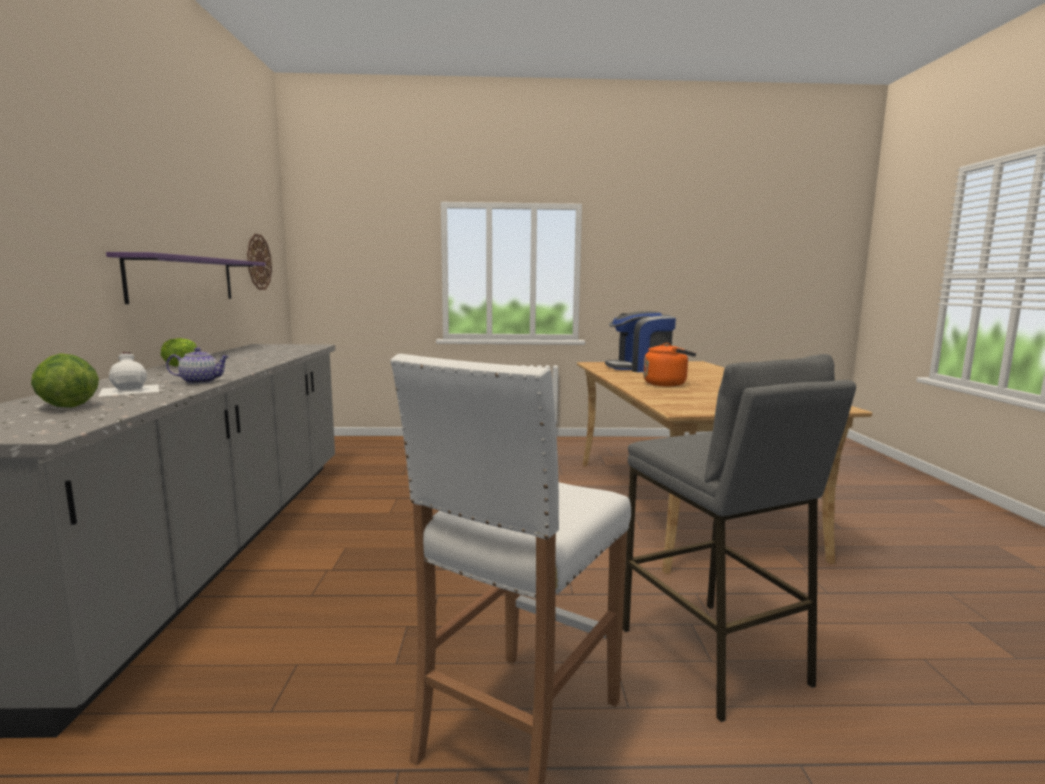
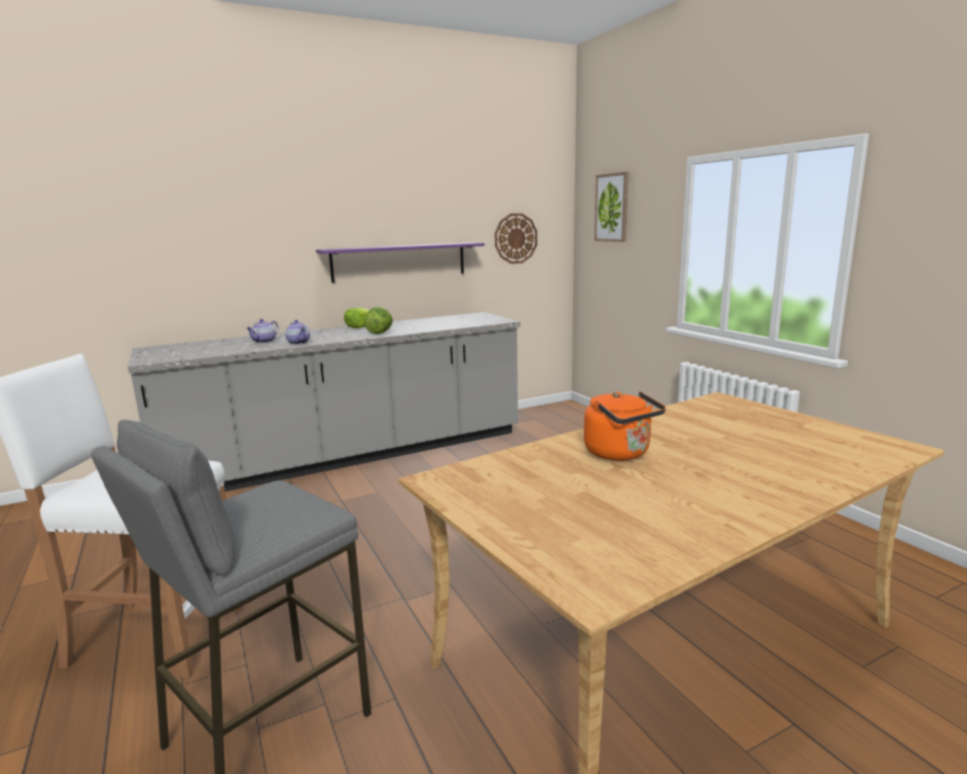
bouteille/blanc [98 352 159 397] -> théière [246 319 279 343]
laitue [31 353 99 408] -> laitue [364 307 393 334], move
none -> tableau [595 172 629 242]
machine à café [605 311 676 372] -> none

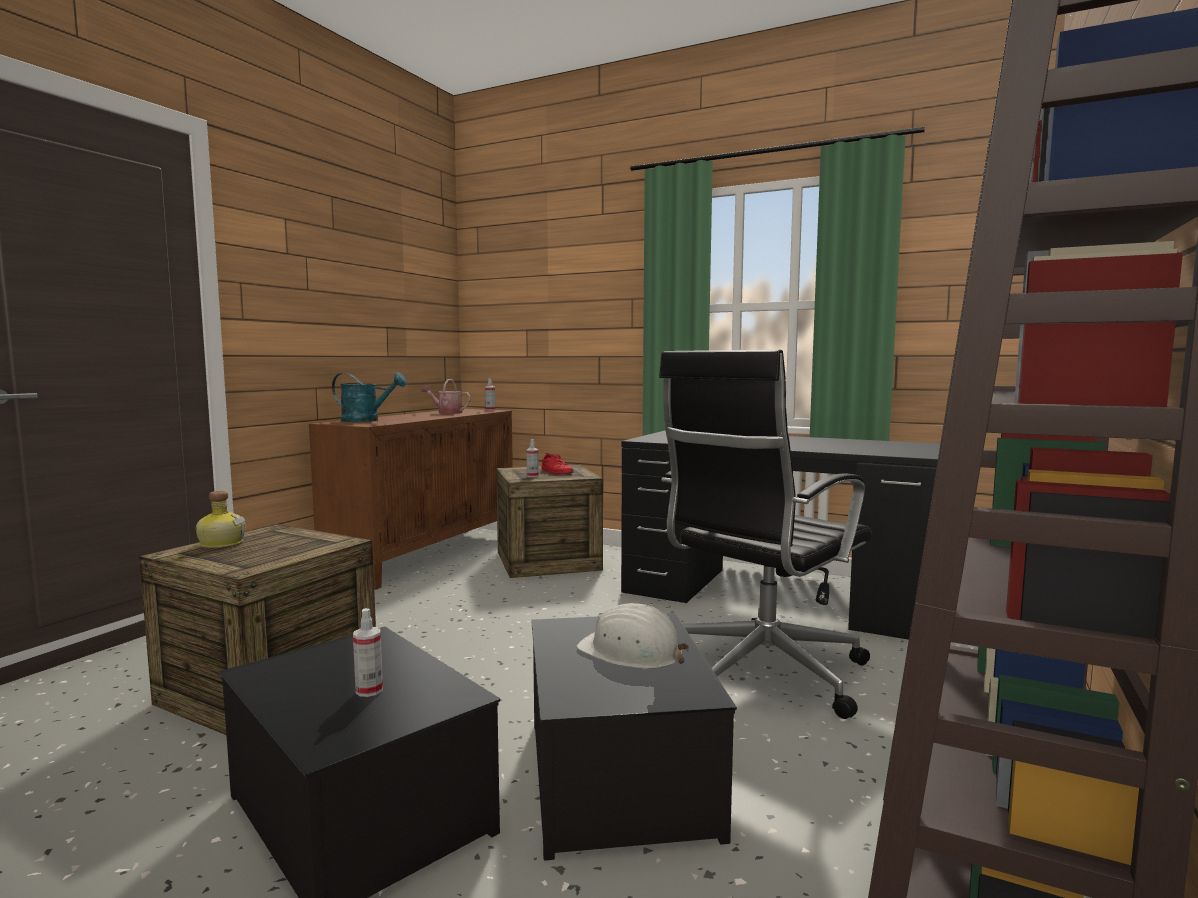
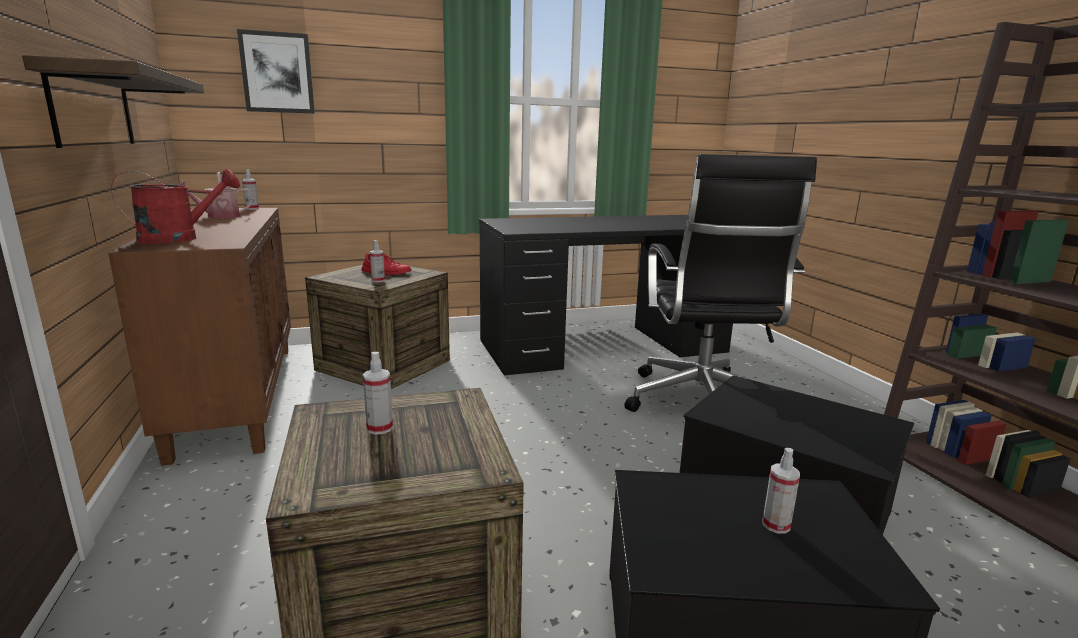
none -> étagère [22 55 204 148]
arrosoir/turquoise [332 372 407 422] -> arrosoir/rouge [111 169 240 244]
none -> tableau [237 29 315 114]
none -> vaporisateur [363 352 393 435]
bouteille [196 491 246 548] -> none
casque de chantier/blanc [576 603 689 669] -> none

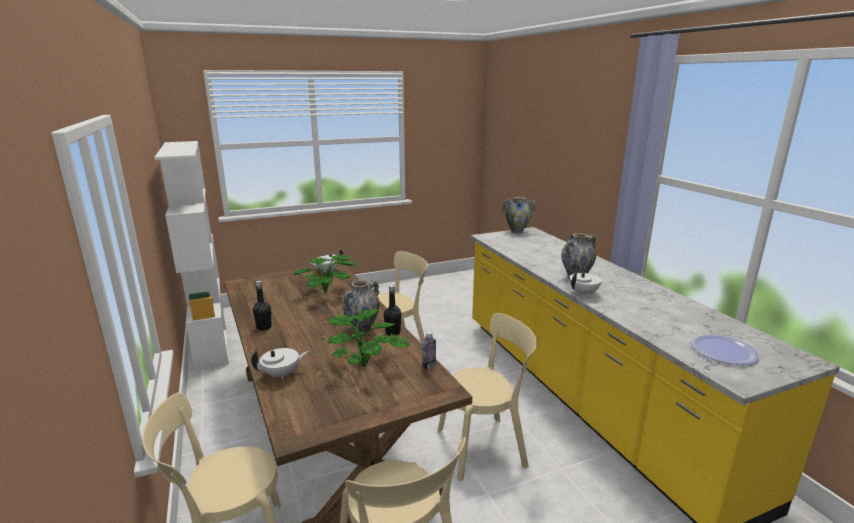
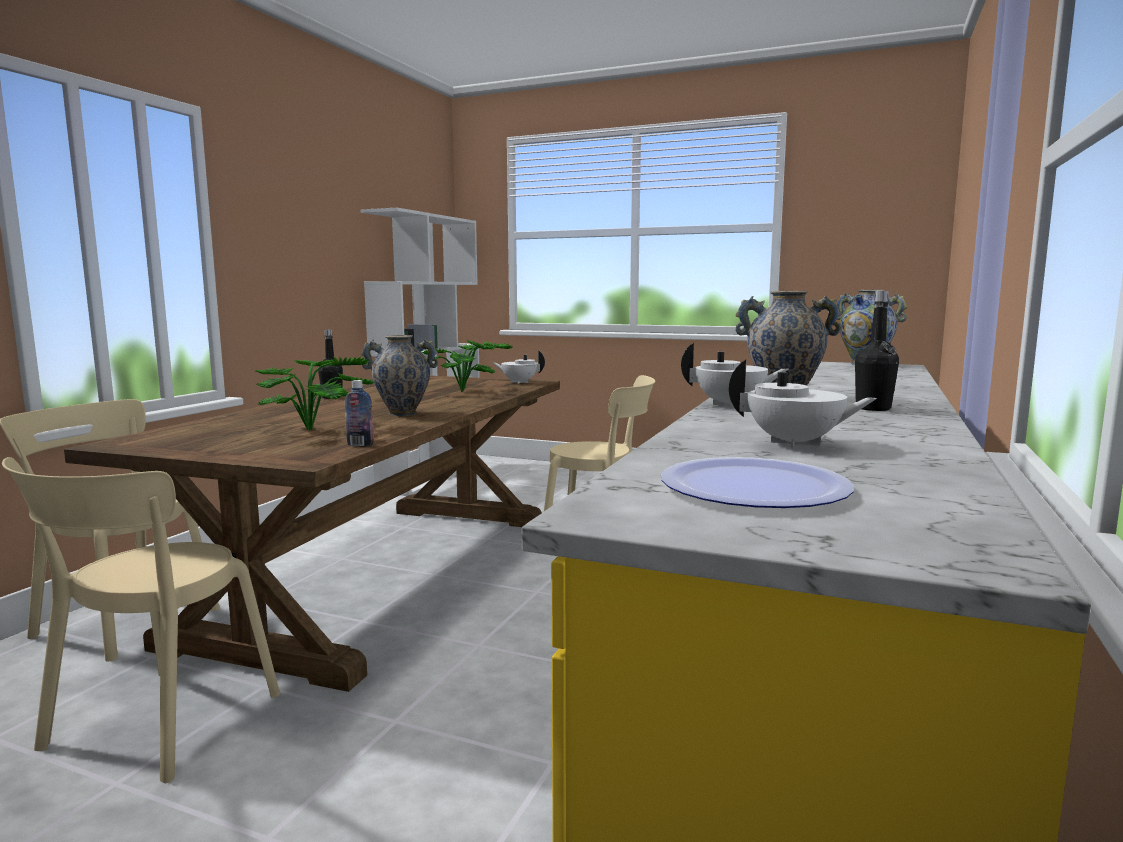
théière/blanc [251 348 309 380] -> théière/blanc [729 360 877 449], move
bouteille/noir [384 285 402 336] -> bouteille/noir [855 291 899 411], move
chaise/beige [438 313 537 481] -> none

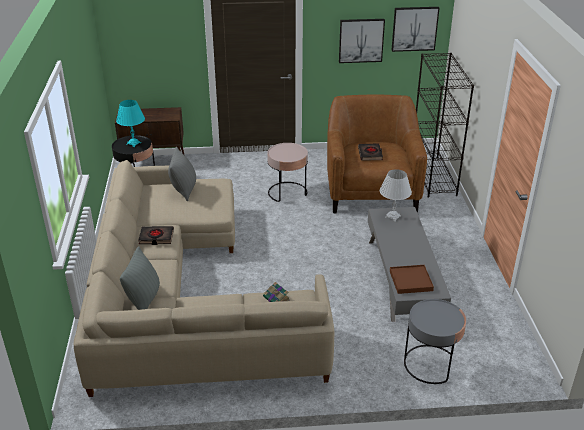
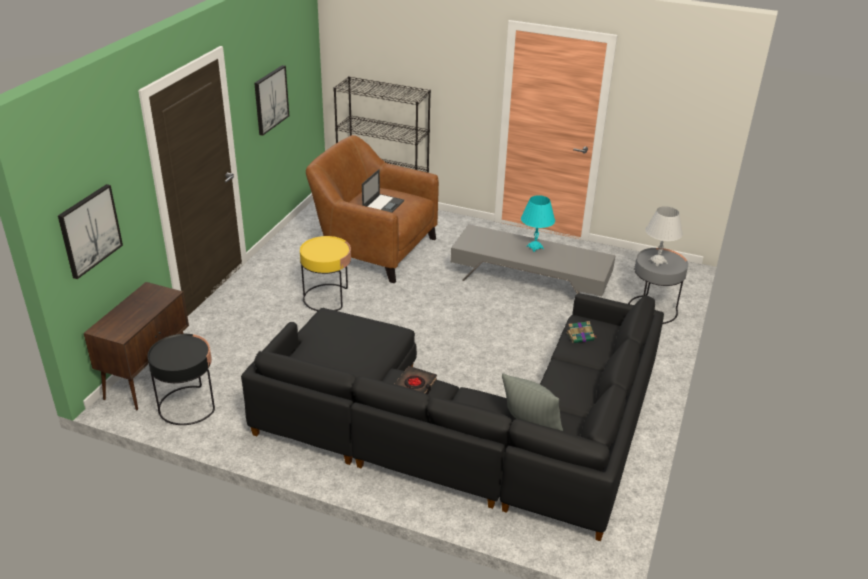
tableau [391 7 440 52] -> tableau [58 184 123 279], move
canapé/beige [74 160 335 397] -> canapé/noir [241 293 664 541]
table d'appoint/rose [267 143 308 202] -> table d'appoint/jaune [300 236 351 311]
livre/noir [358 144 383 161] -> ordinateur portable [362 169 404 213]
lampe de table/turquoise [116 100 145 147] -> lampe de table/turquoise [521 195 555 252], move
lampe de table/blanc [380 169 412 221] -> lampe de table/blanc [645 206 683 266], move
coussin/gris [168 147 196 201] -> none
plateau/marron [390 265 434 294] -> none

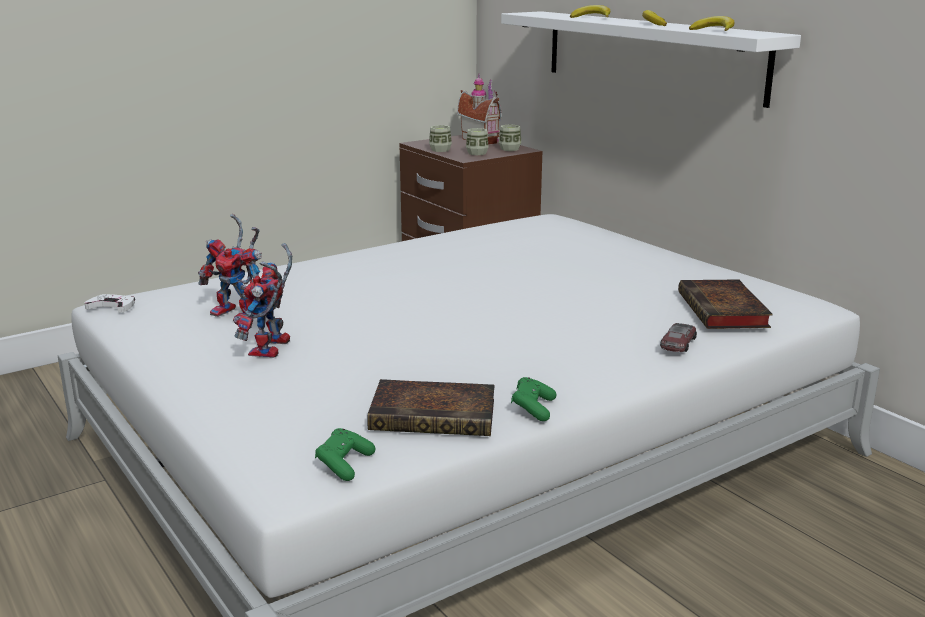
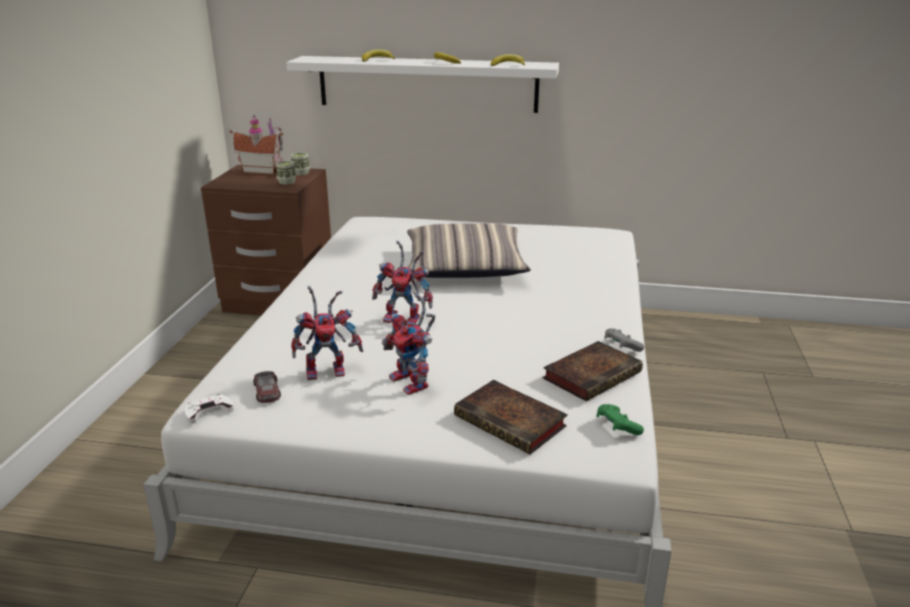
petite voiture [660 323 697 352] -> petite voiture [253 371 281 403], move
none -> robot jouet [372 241 433 326]
none -> coussin [407 223 531 278]
livre [678 279 773 329] -> livre [454 380 568 454], move
manette/vert [511 377 556 421] -> manette/gris [605 328 644 352]
tasse [429 125 452 152] -> none

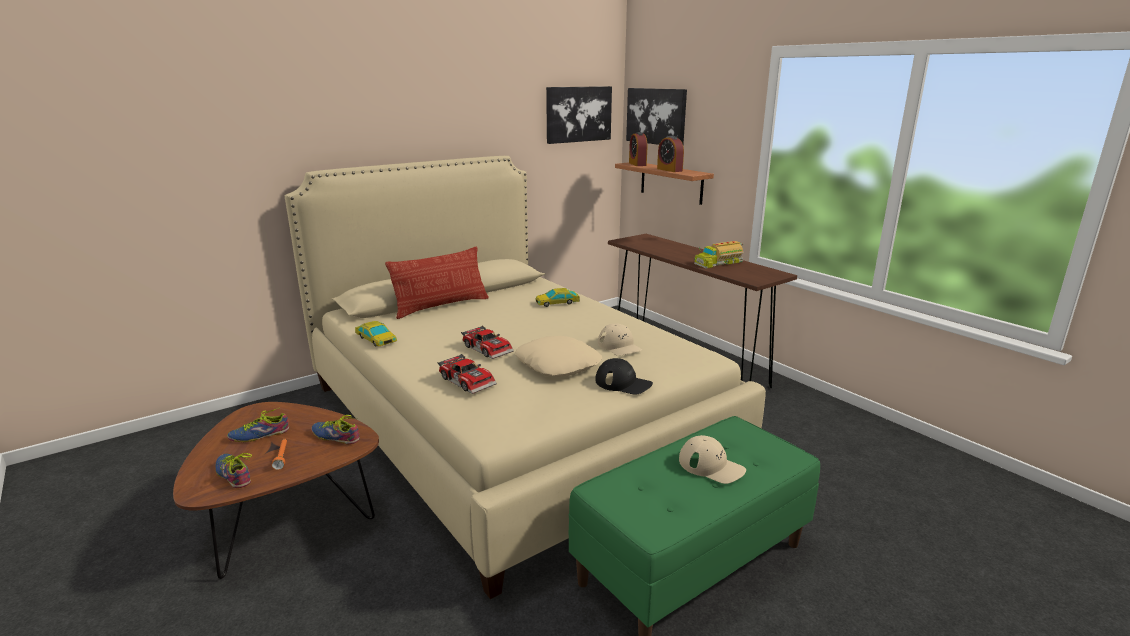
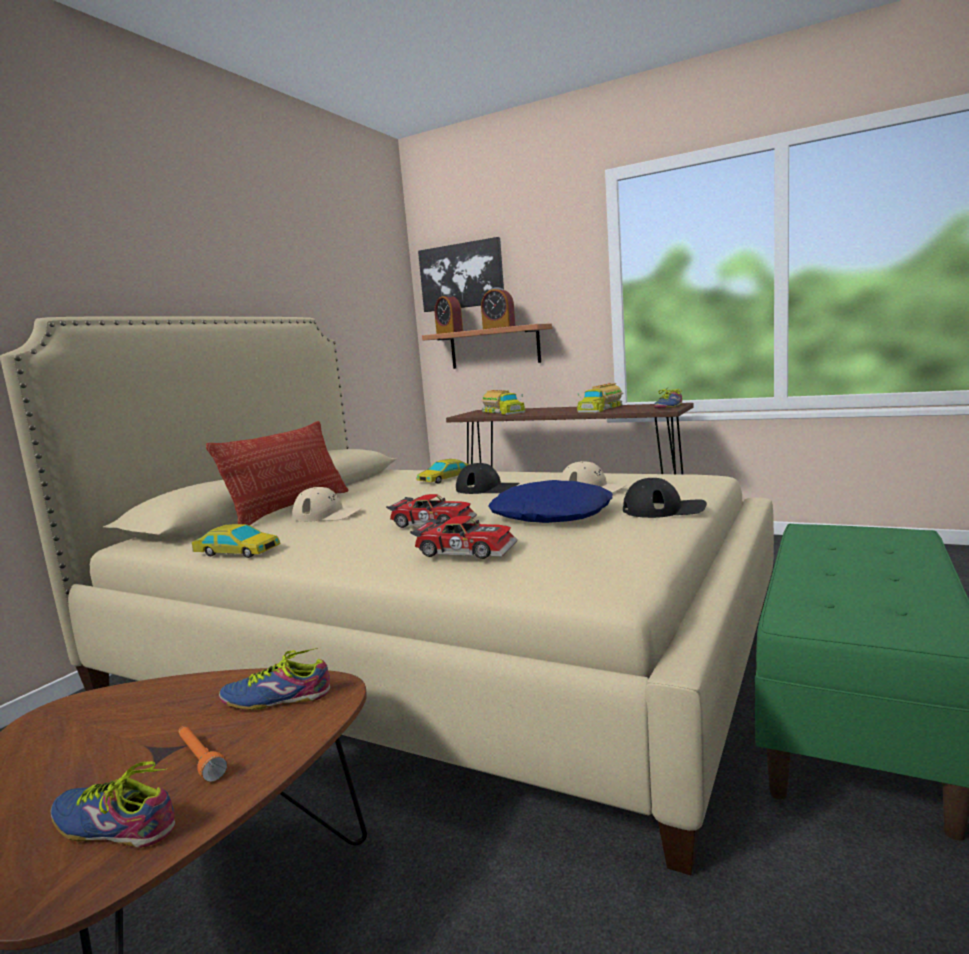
casquette/beige [679 435 746 484] -> casquette/beige [292 487 362 522], move
none -> casquette/noir [456 463 519 494]
none -> camion jouet [481 390 525 415]
coussin/beige [515 336 602 377] -> coussin/bleu [488 480 613 523]
chaussure [227 408 289 442] -> chaussure [654 388 682 409], move
tableau [546 86 612 144] -> none

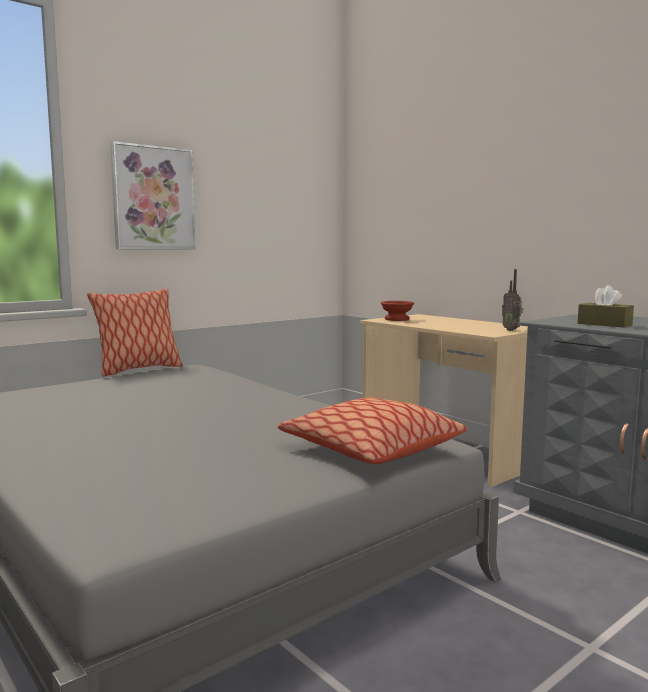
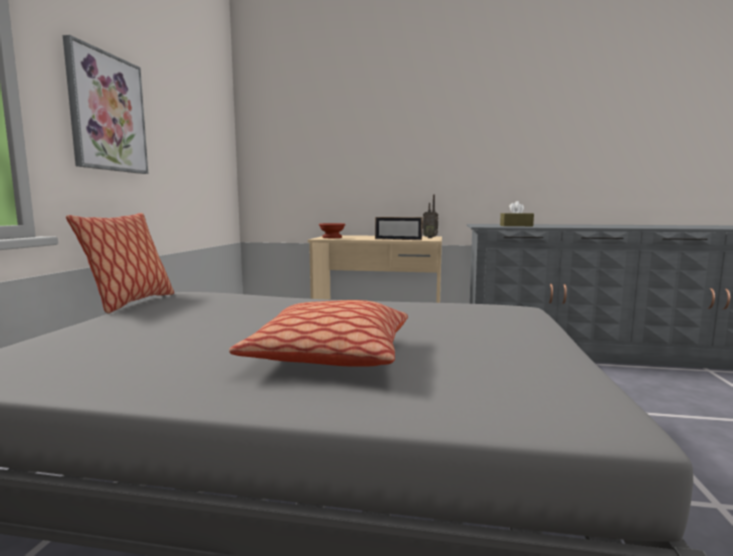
coussin [278 397 467 464] -> coussin [229 300 408 367], move
none -> cadre photo [375 217 422 240]

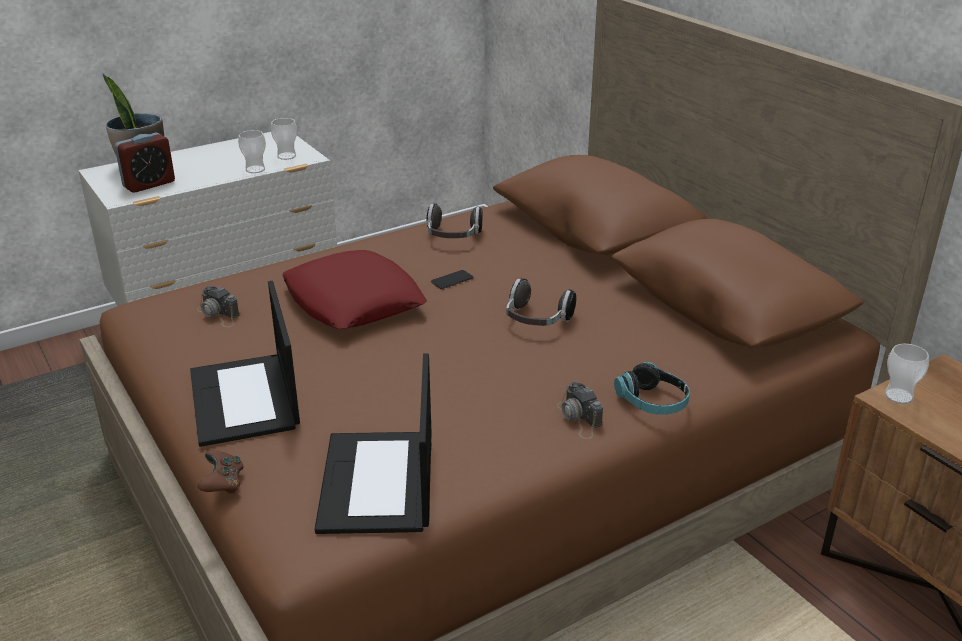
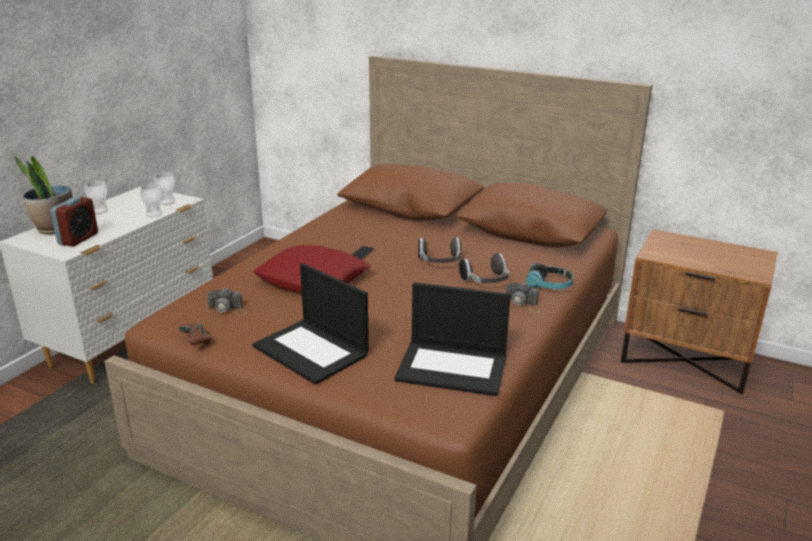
tasse [885 344 929 404] -> tasse [85 181 108 214], move
manette/marron [197 450 243 494] -> manette/marron [178 323 212 345], move
ordinateur portable [315 353 432 534] -> ordinateur portable [395 282 511 396], 45 degrees counterclockwise
casque audio [426 203 483 238] -> casque audio [459 253 509 283], move

